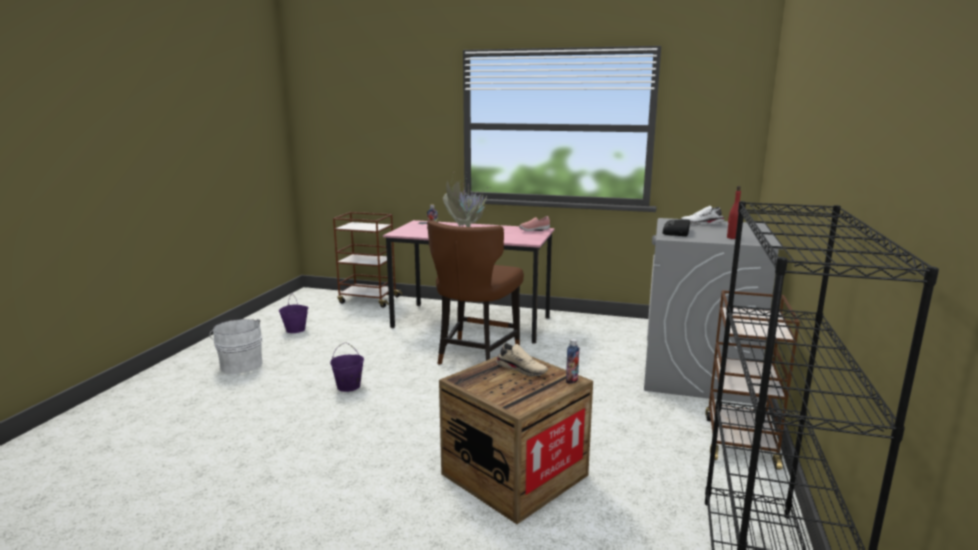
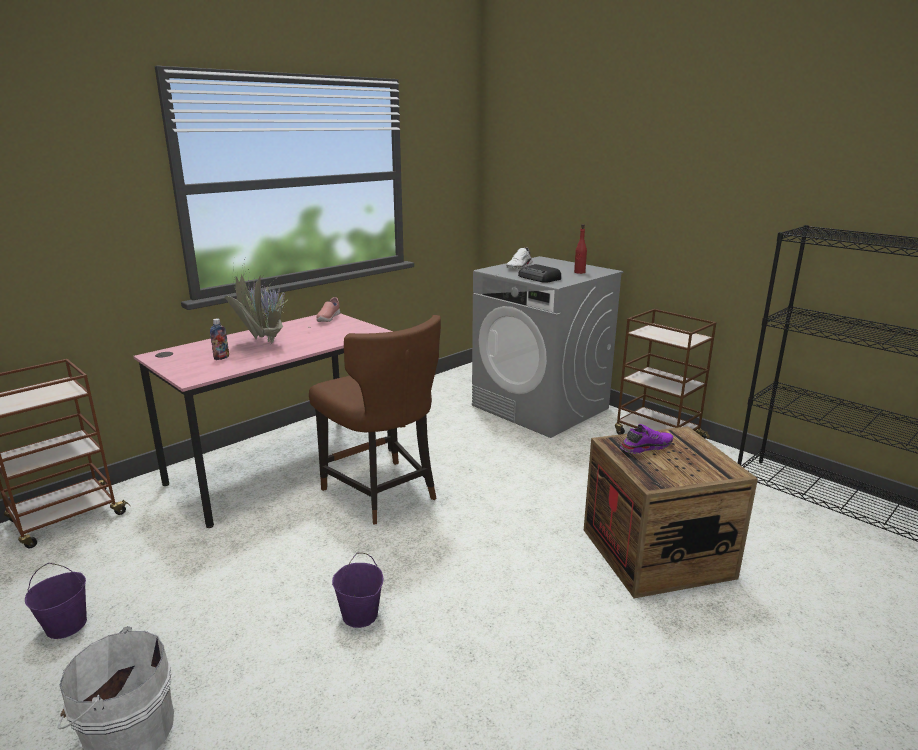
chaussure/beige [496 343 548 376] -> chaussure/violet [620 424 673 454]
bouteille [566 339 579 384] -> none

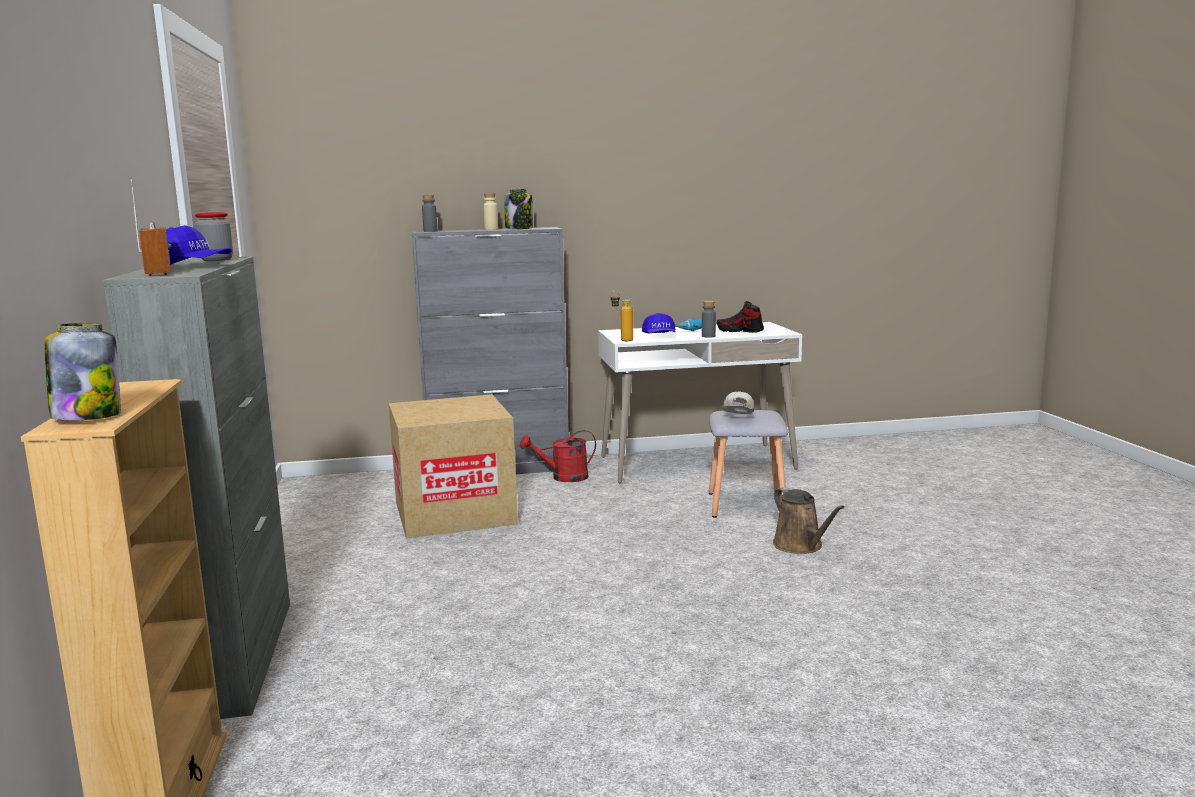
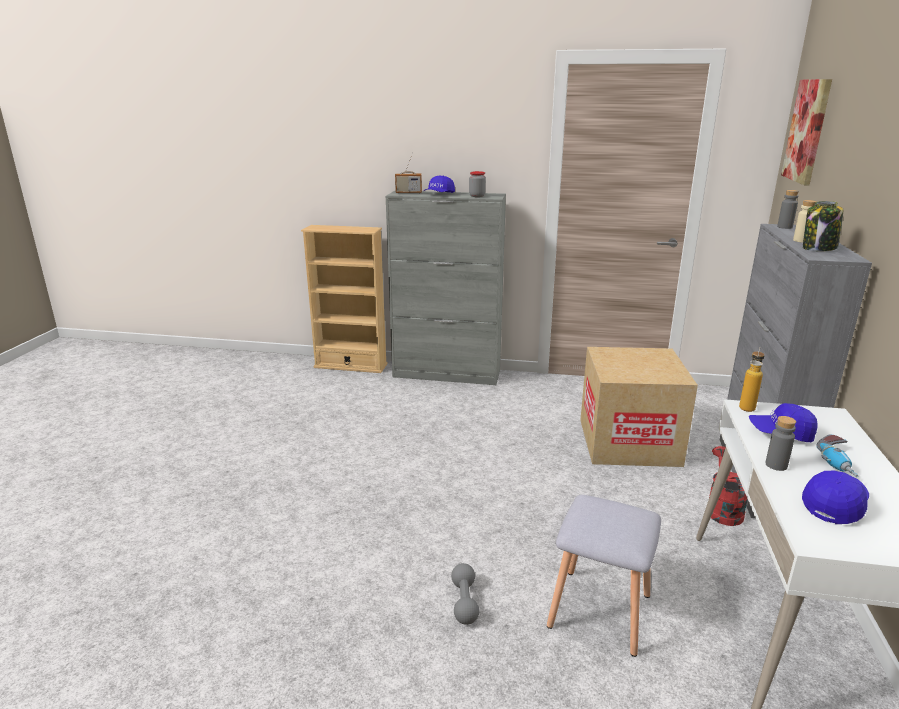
arrosoir/marron [773 487 845 554] -> haltère/gris [451 563 479 625]
none -> tableau [781 79 832 185]
chaussure [717 301 764 333] -> casquette/bleu [802 471 869 524]
bocal [44 323 121 421] -> none
casquette/blanc [722 391 754 414] -> none

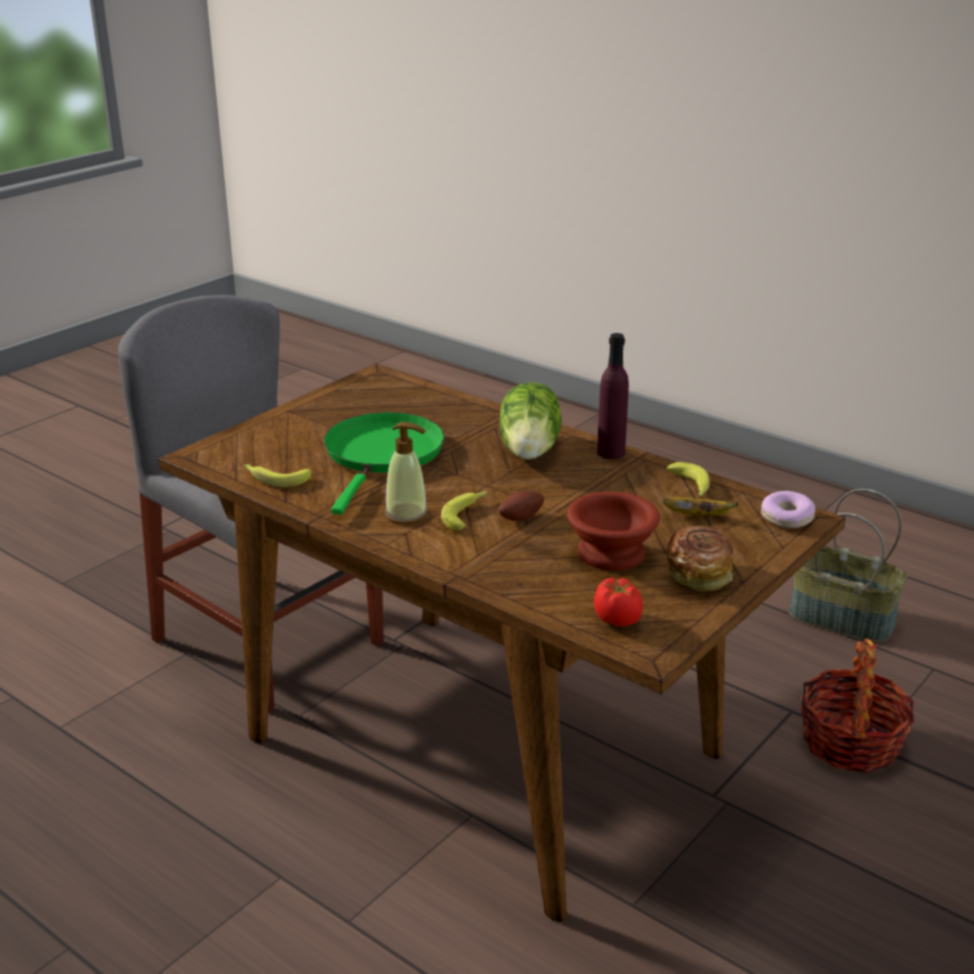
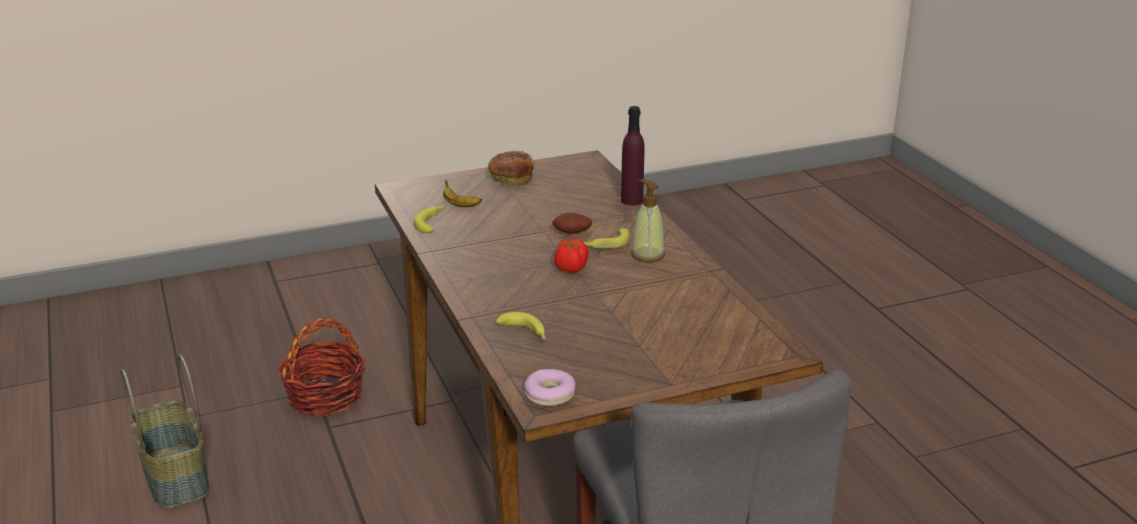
banane [244 464 311 487] -> banane [496 312 546 340], move
beignet [761 491 815 528] -> beignet [524 369 575 406], move
tomate [594 578 643 627] -> tomate [554 239 589 273], move
bouteille/violet [597 333 629 459] -> bouteille/violet [621 106 644 206], move
poêle/vert [324 412 444 515] -> none
laitue [499 382 562 460] -> none
bol/marron [567 491 660 571] -> none

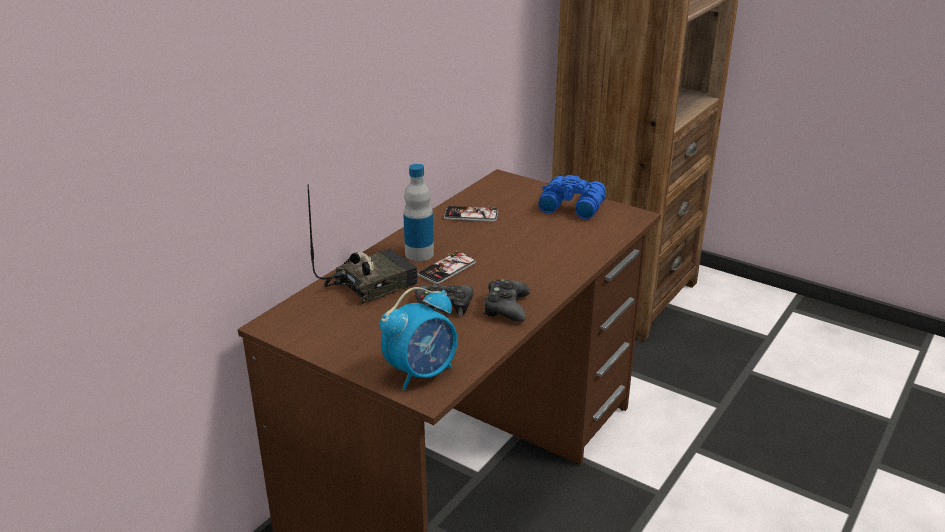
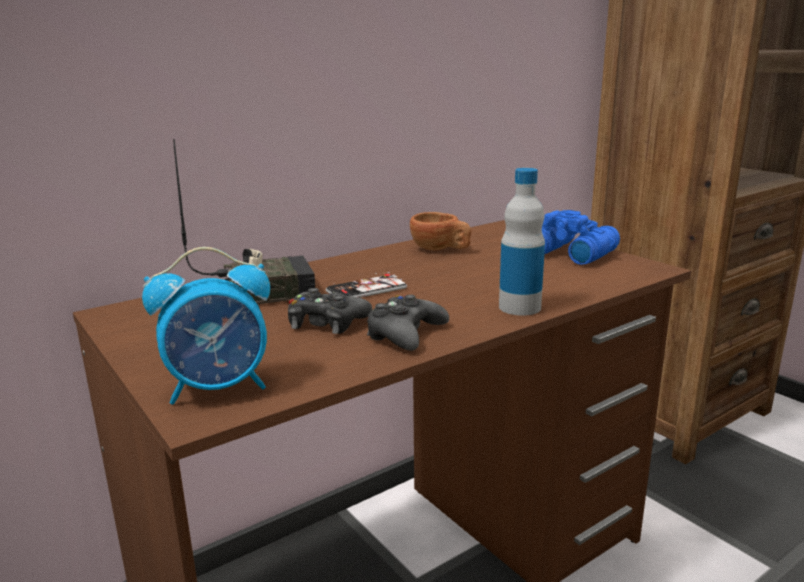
téléphone [444 205 498 222] -> tasse/marron [410 212 472 250]
bouteille [403 164 434 261] -> bouteille [499 168 545 316], move

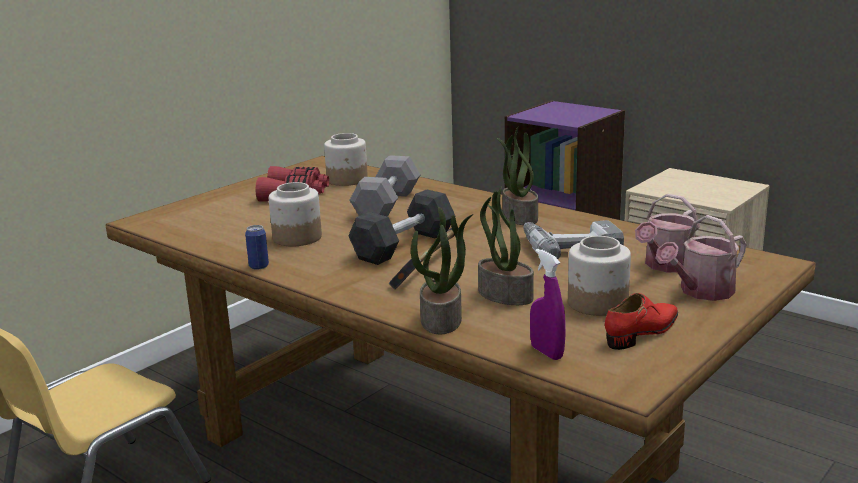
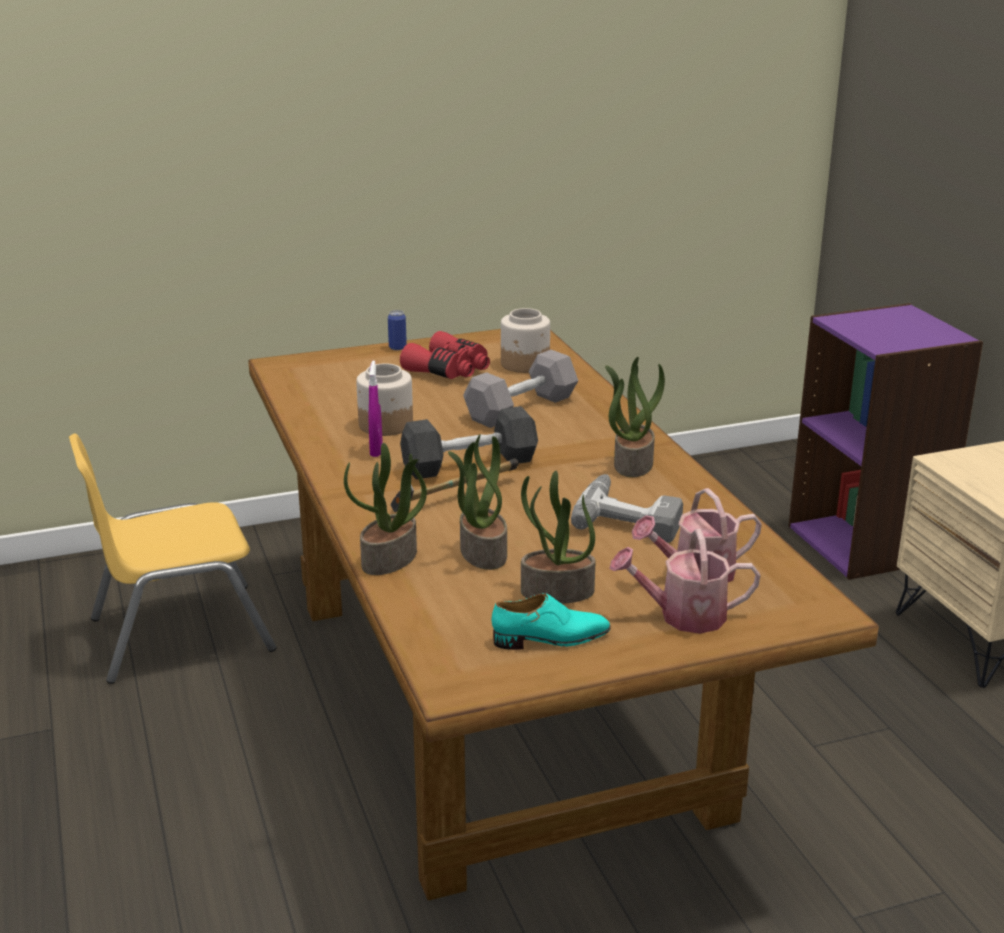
vaporisateur/violet [530 249 566 360] -> vaporisateur/violet [369 361 383 457], move
boîte métallique [245 225 269 270] -> boîte métallique [388 310 407 350], move
chaussure/rouge [605 293 678 350] -> chaussure/turquoise [492 593 611 650]
bocal [568 236 631 316] -> plante en pot [521 471 596 604]

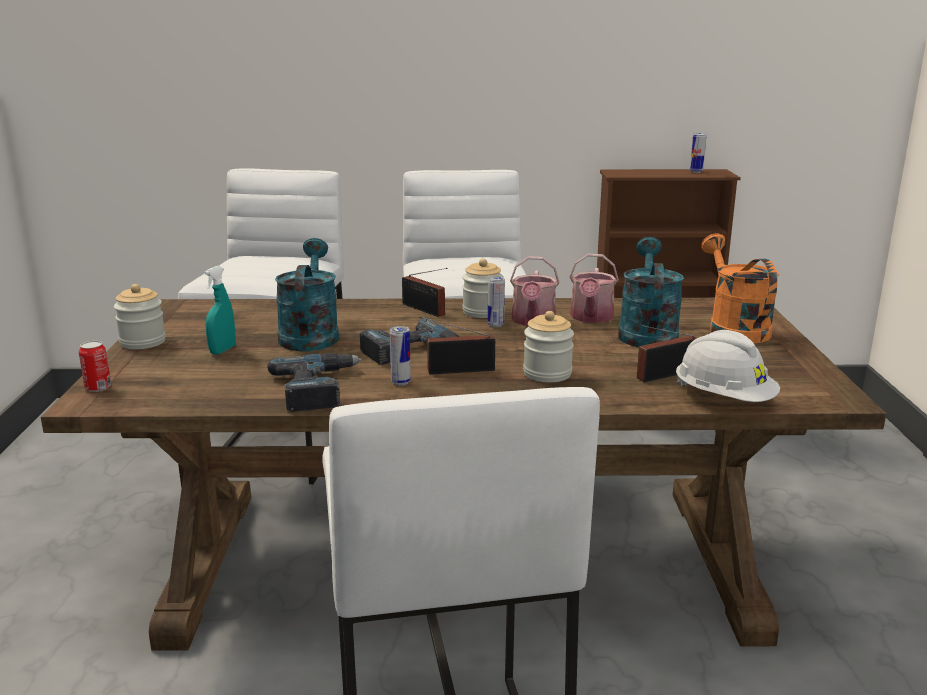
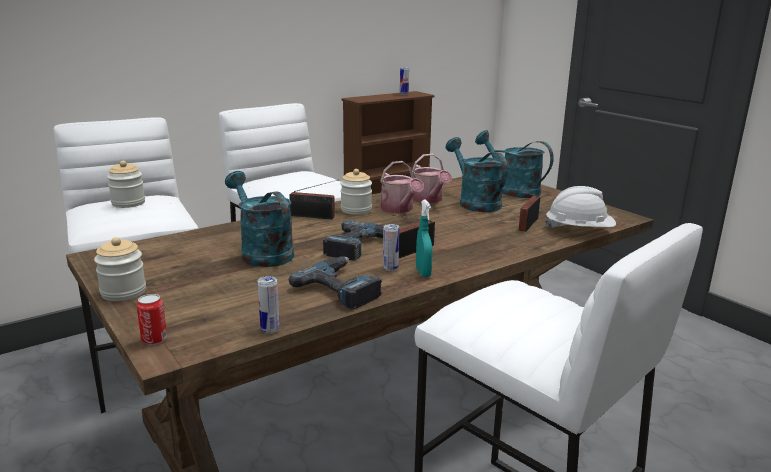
bocal [523 311 574 382] -> bocal [107 161 145 208], move
boîte métallique [488 277 505 327] -> boîte métallique [258 276 280 334], move
vaporisateur/turquoise [204 266 236 355] -> vaporisateur/turquoise [416 199 433 277], move
arrosoir/orange [701 233 779 343] -> arrosoir/turquoise [475 130 554 198]

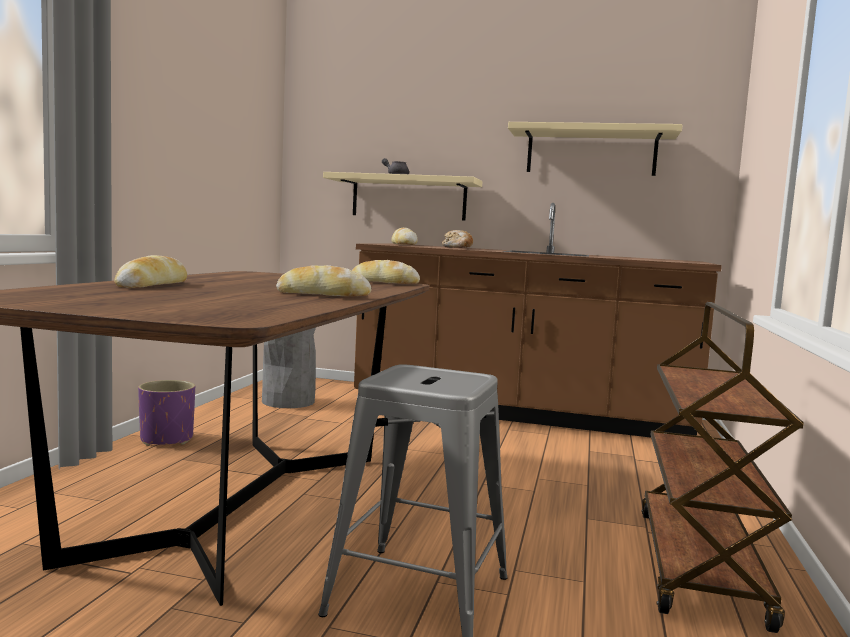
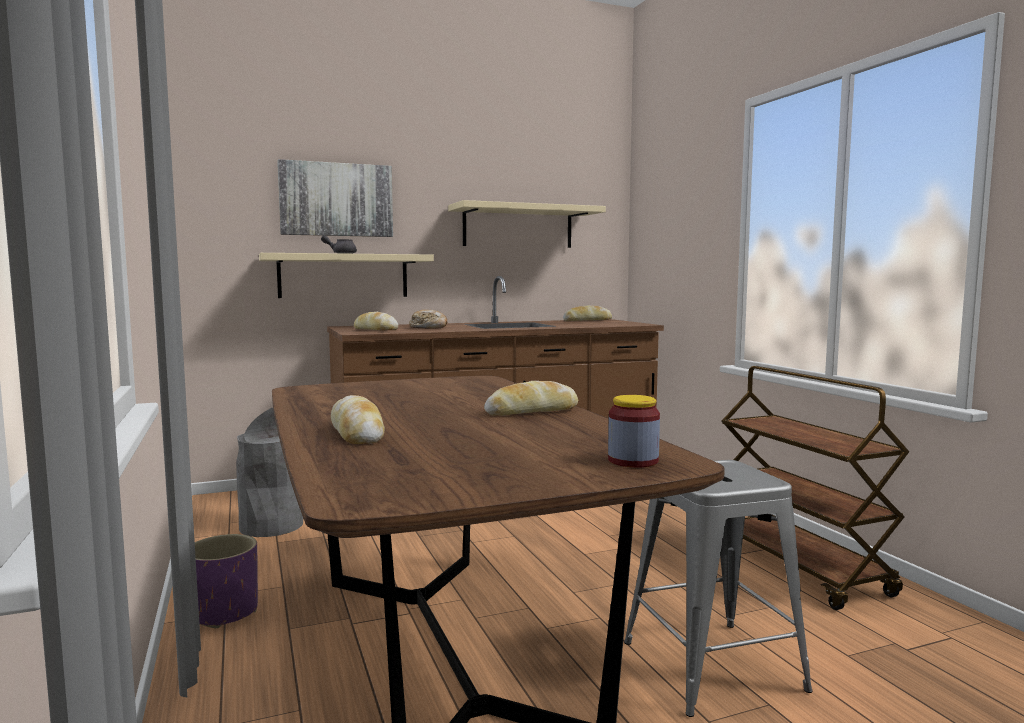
none -> tableau [277 159 393 237]
pain [352 260 420 284] -> pain [563 305 612 321], move
none -> bocal [608 395 660 468]

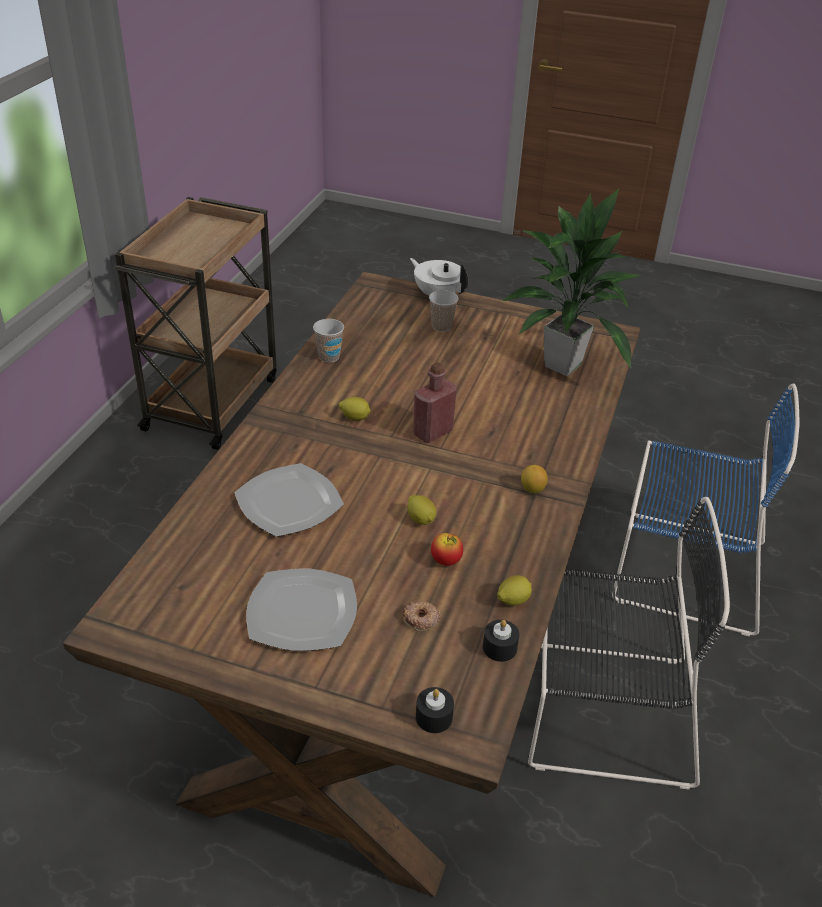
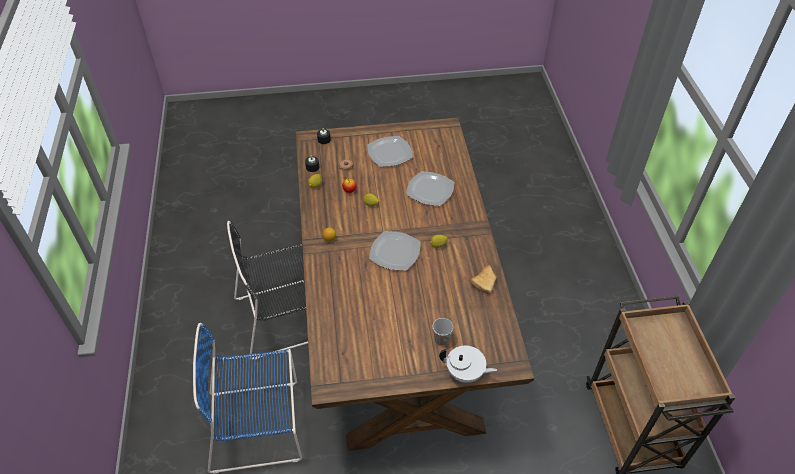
bouteille/rouge [413 362 457 443] -> assiette [369 231 421 271]
tasse [313 319 344 363] -> pain [471 265 497 295]
plante en pot [502 189 640 376] -> none

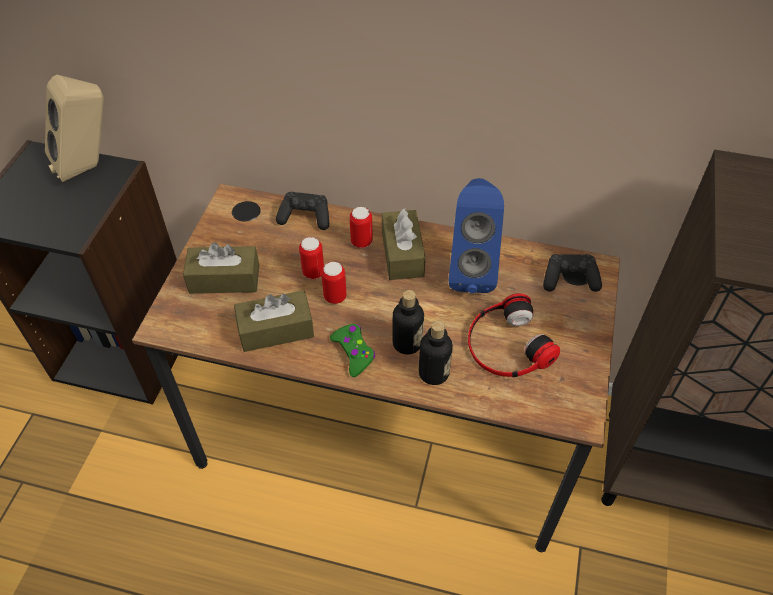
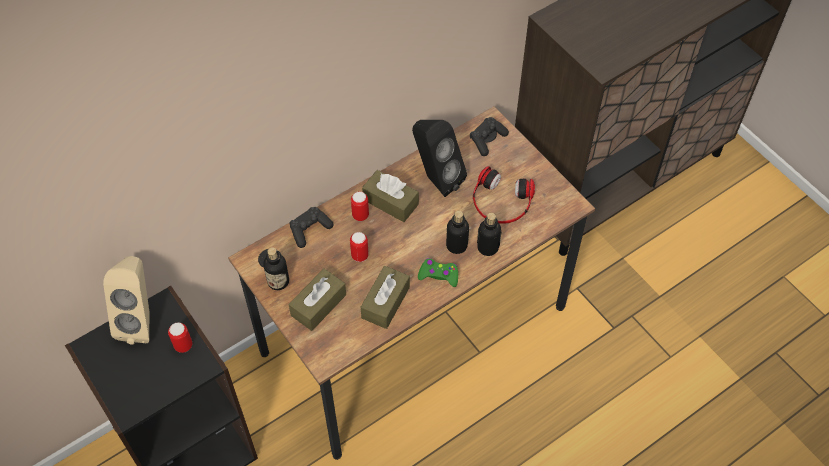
boîte métallique [321 262 347 304] -> boîte métallique [168 323 192 353], move
none -> bouteille [263 247 289 290]
enceinte/bleu [449 178 504 293] -> enceinte/noir [412 120 467 197]

